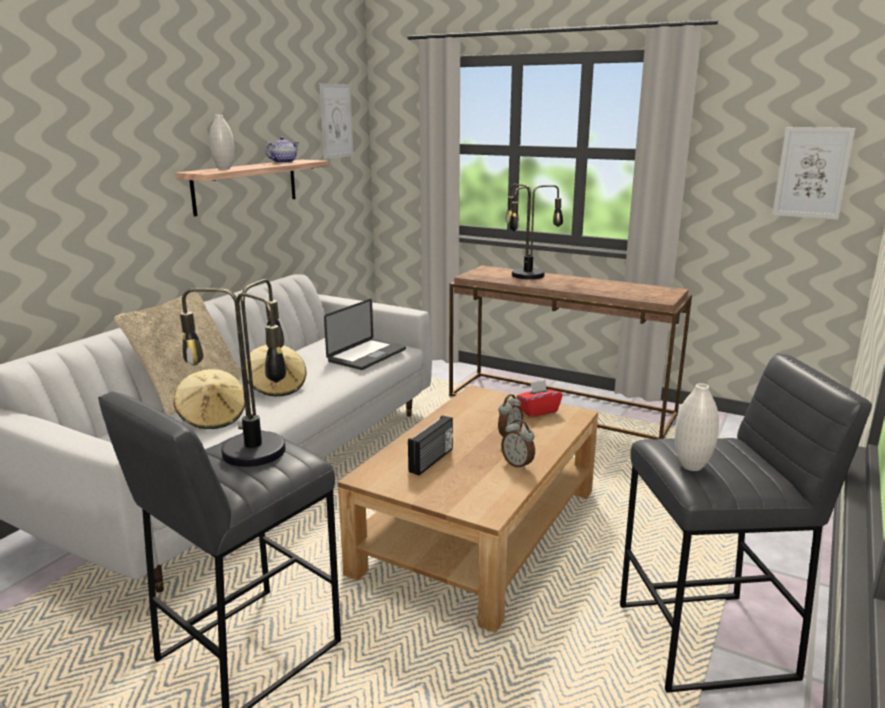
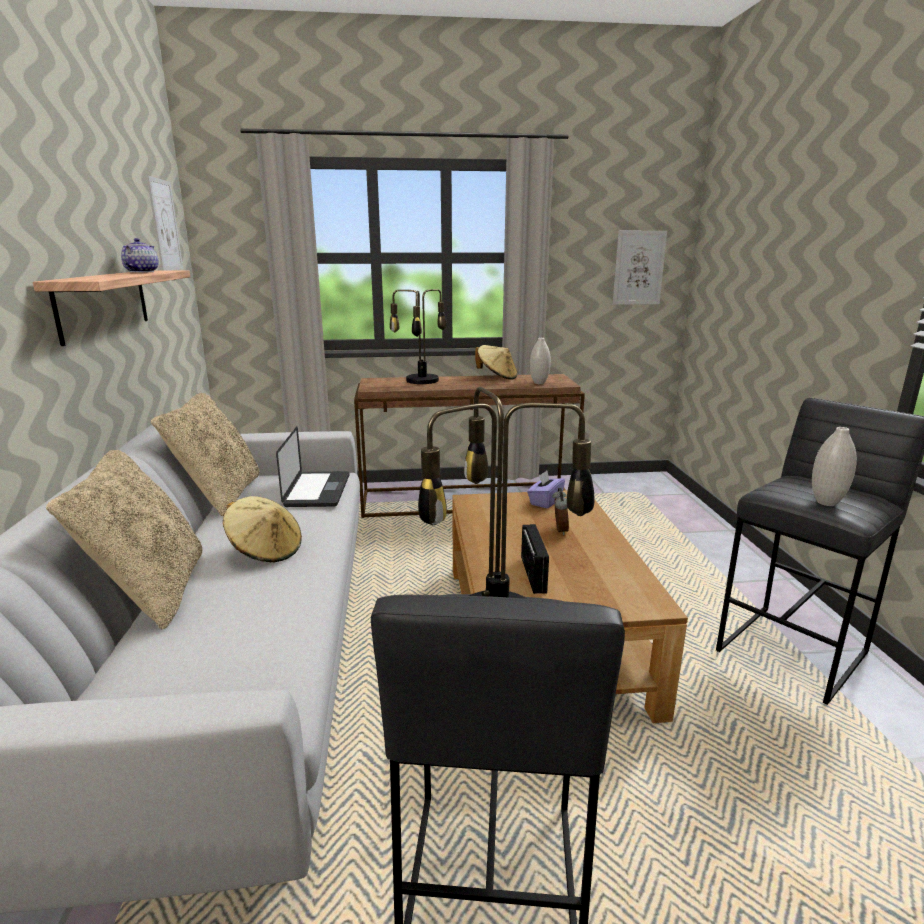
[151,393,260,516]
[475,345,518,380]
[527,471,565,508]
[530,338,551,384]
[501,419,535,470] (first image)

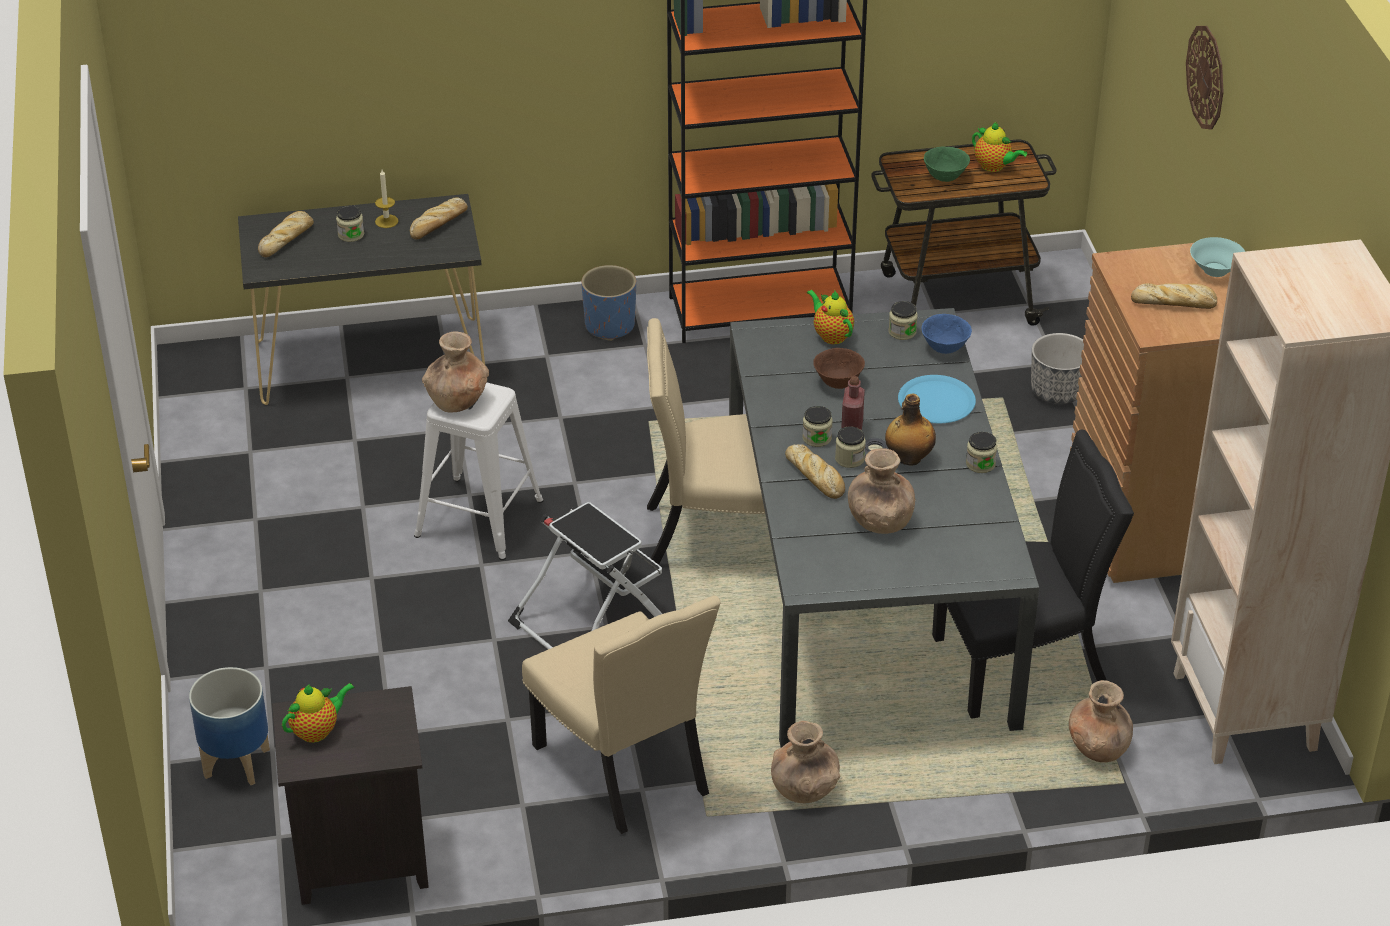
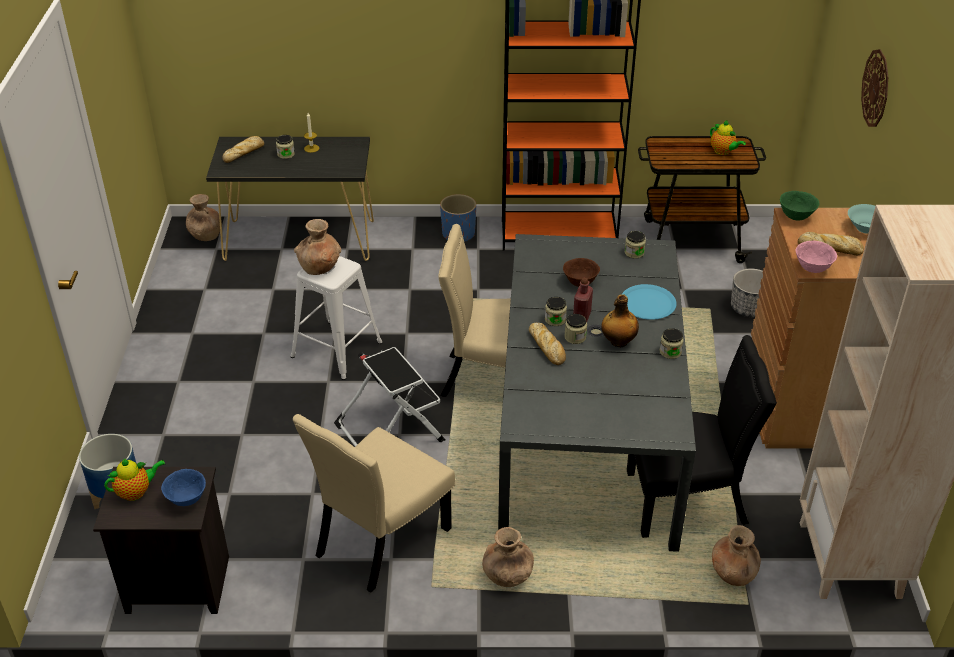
[161,469,206,506]
[186,194,220,241]
[293,414,455,593]
[780,191,820,221]
[795,241,837,273]
[410,197,468,240] (first image)
[807,290,854,344] (first image)

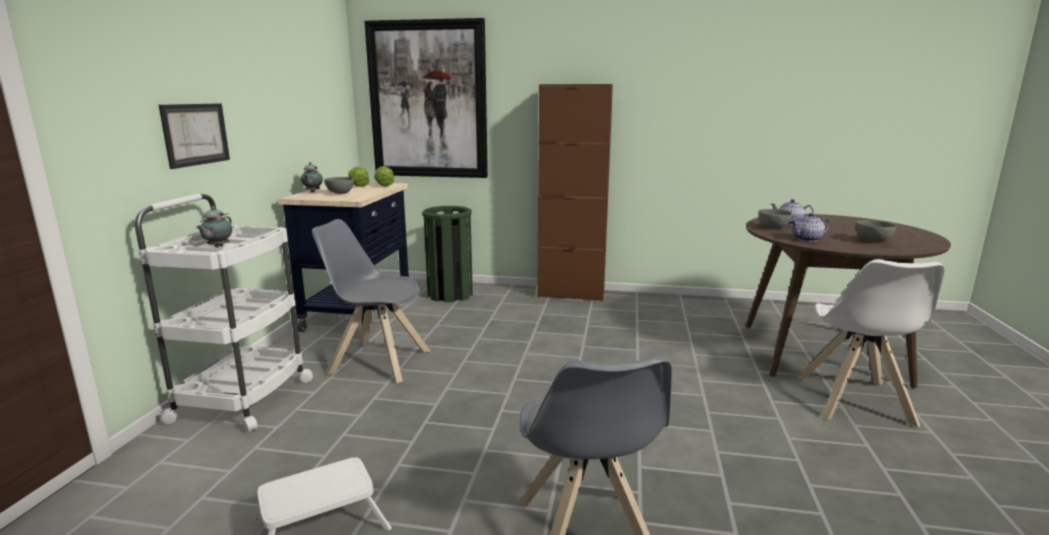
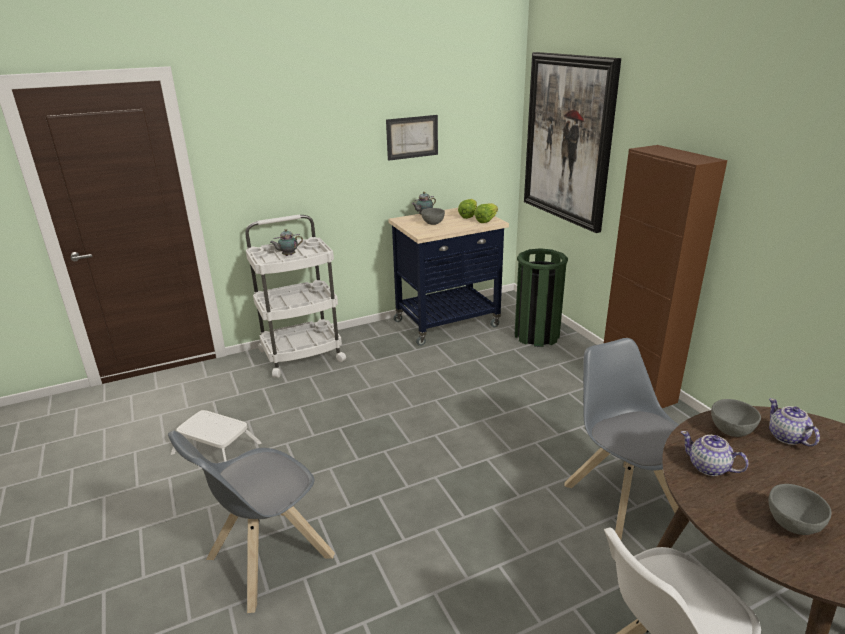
[386,115,438,161]
[564,338,679,540]

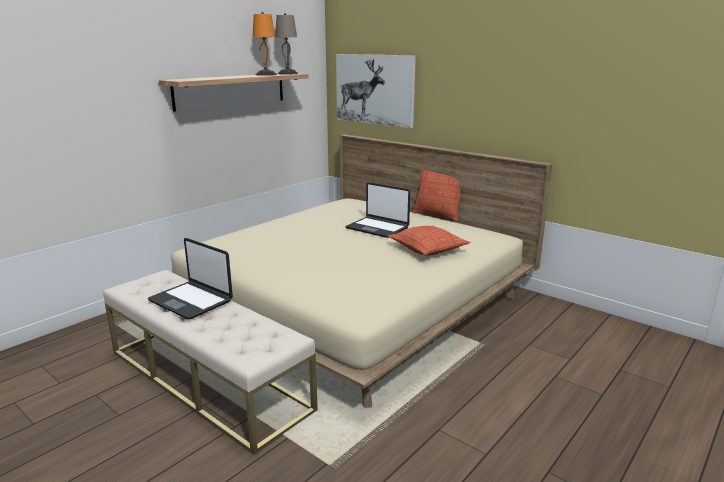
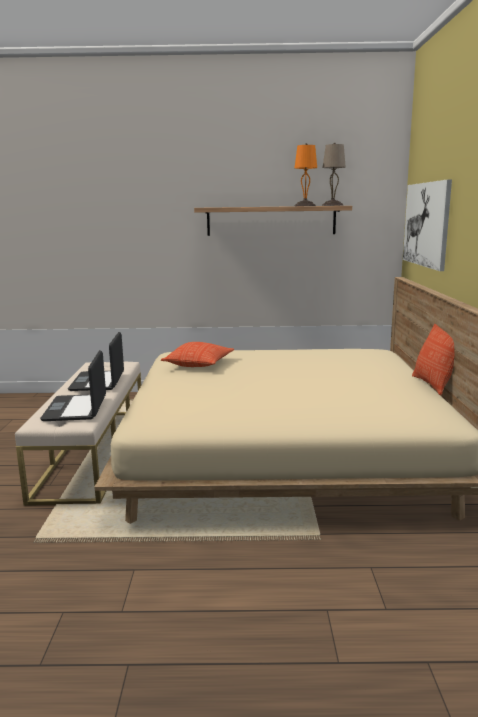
[40,350,106,421]
[161,342,234,367]

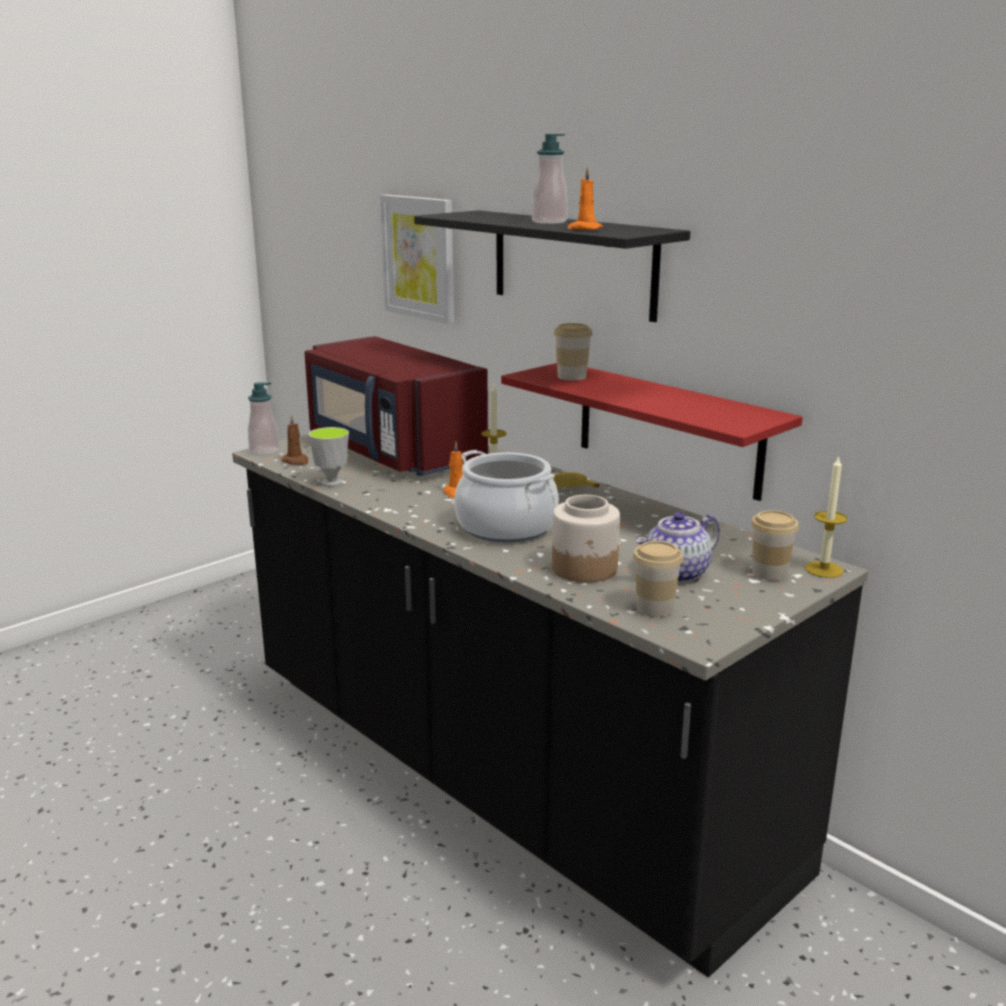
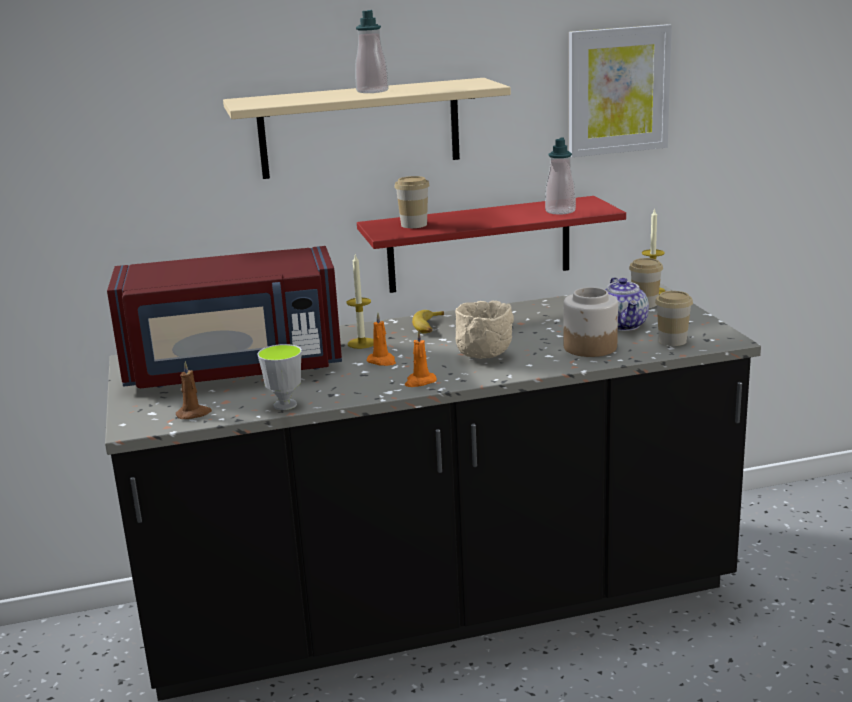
[223,78,511,179]
[405,330,437,387]
[455,301,514,359]
[545,137,576,215]
[569,24,672,157]

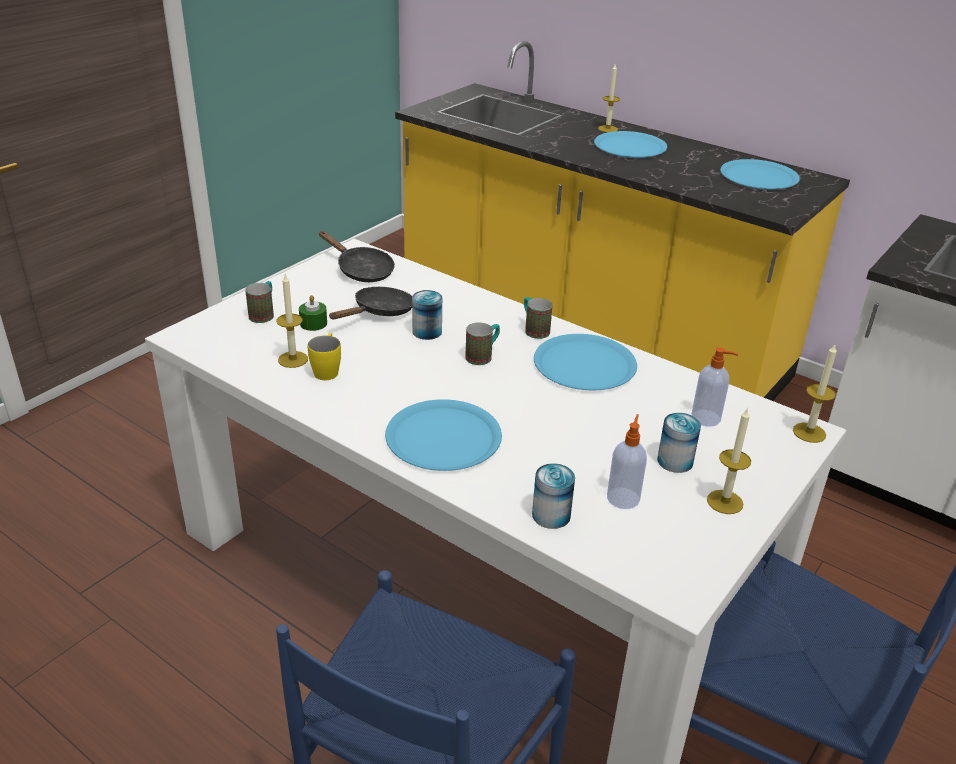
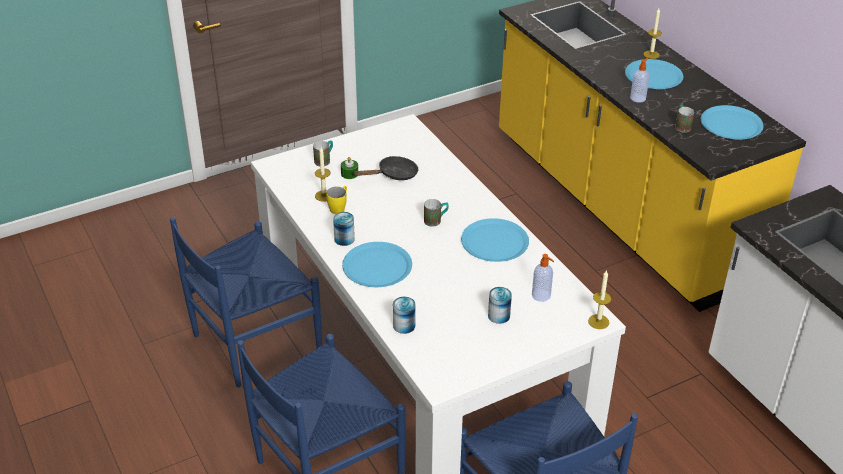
[170,217,322,387]
[333,212,355,246]
[630,57,649,103]
[675,105,694,133]
[319,231,395,282] (first image)
[707,407,751,514] (first image)

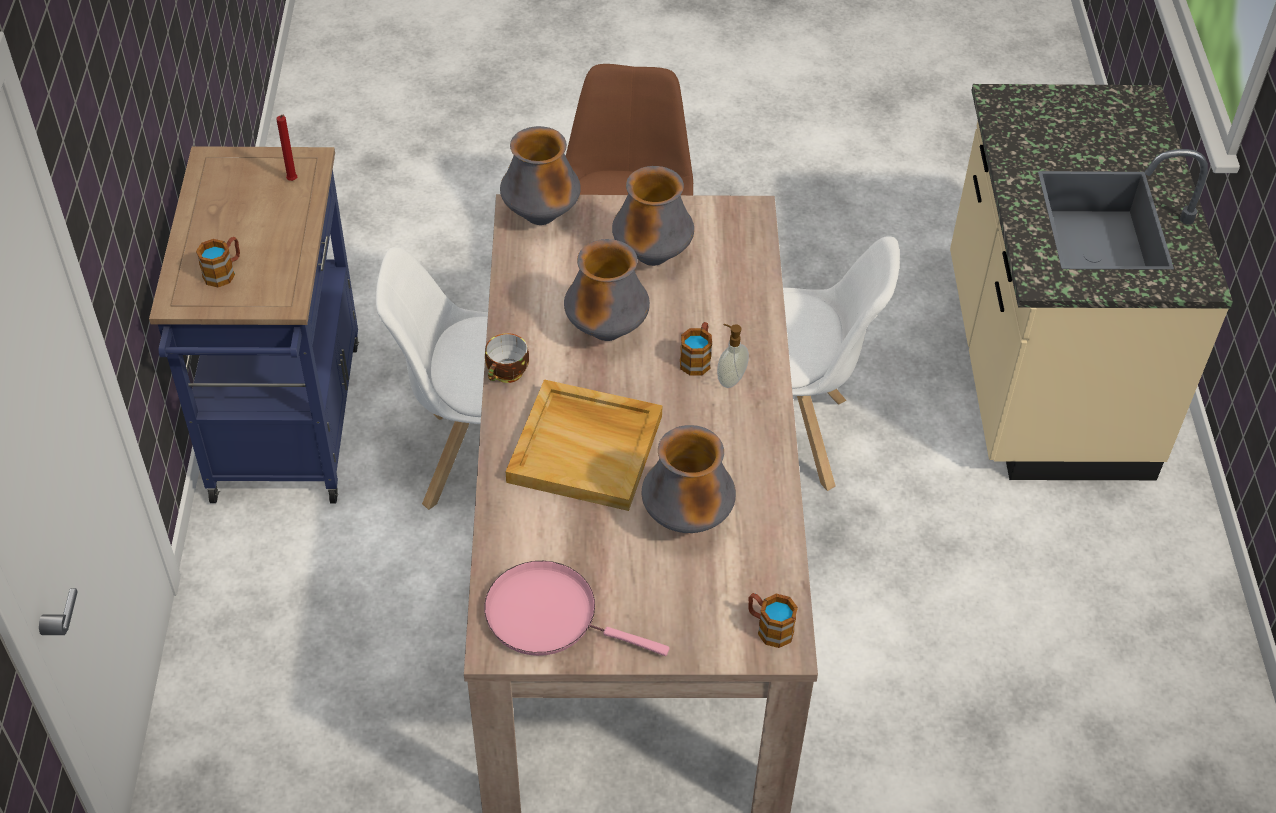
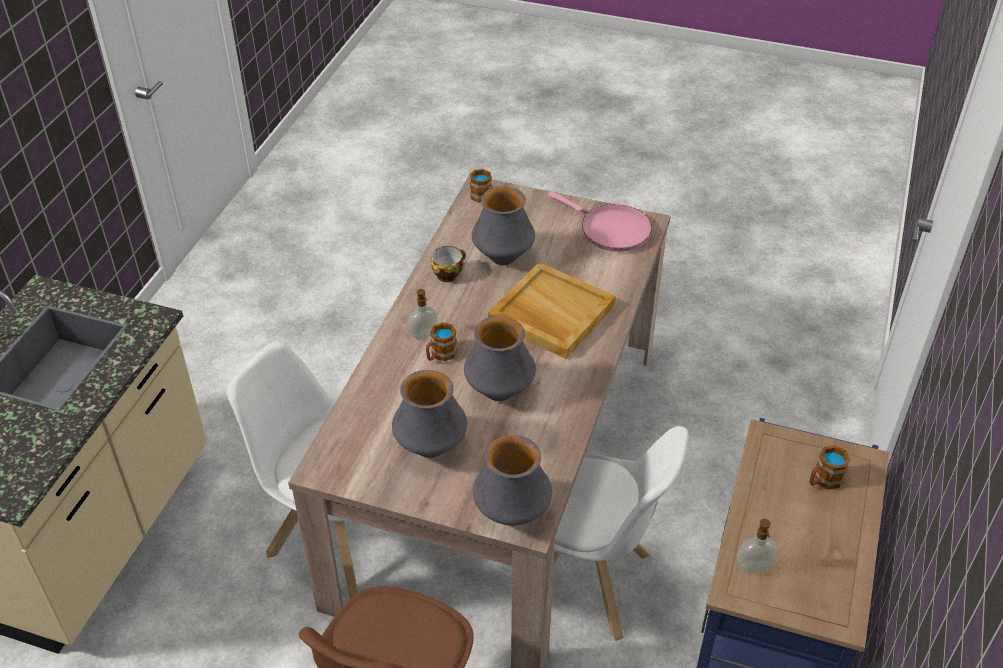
[431,246,466,282]
[737,519,777,573]

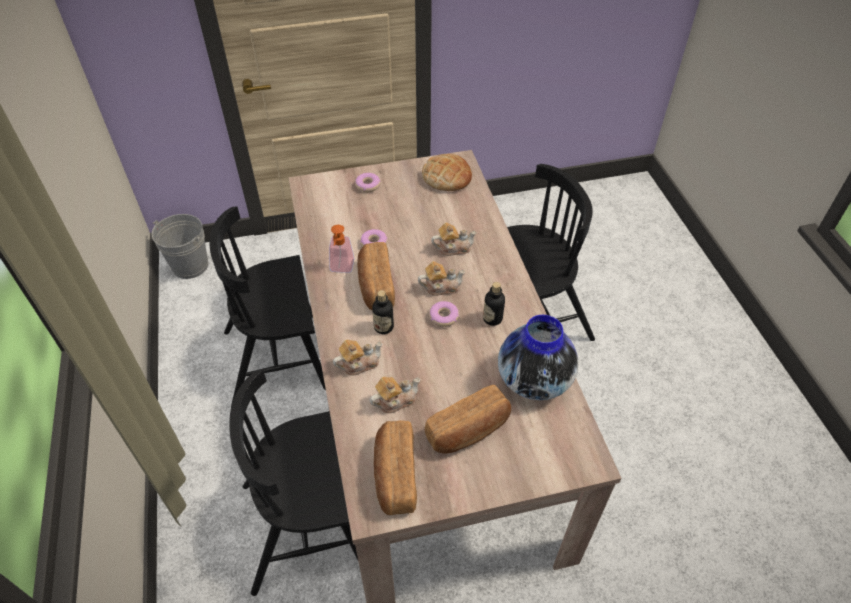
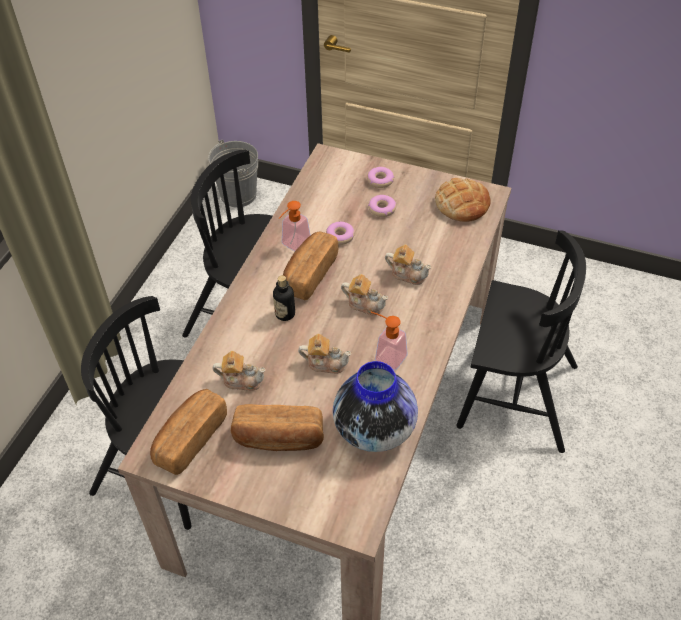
[298,334,352,374]
[368,195,396,217]
[371,312,408,370]

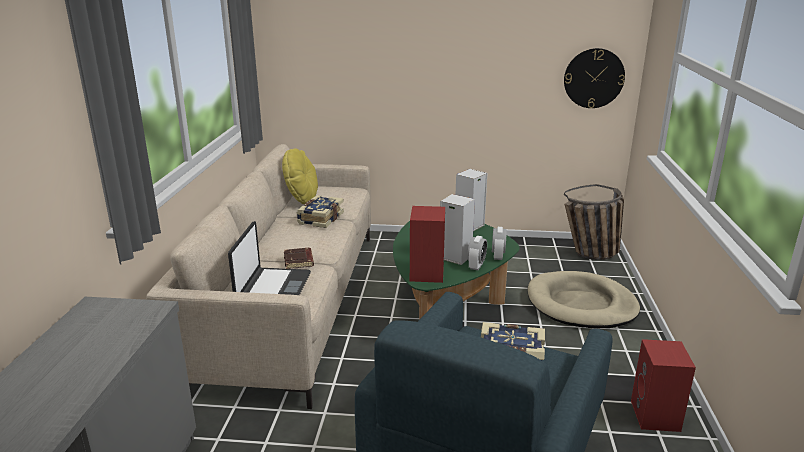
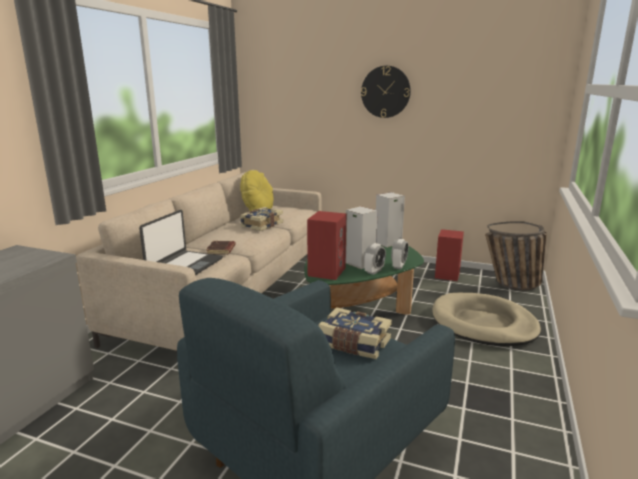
[361,66,411,118]
[435,229,464,281]

